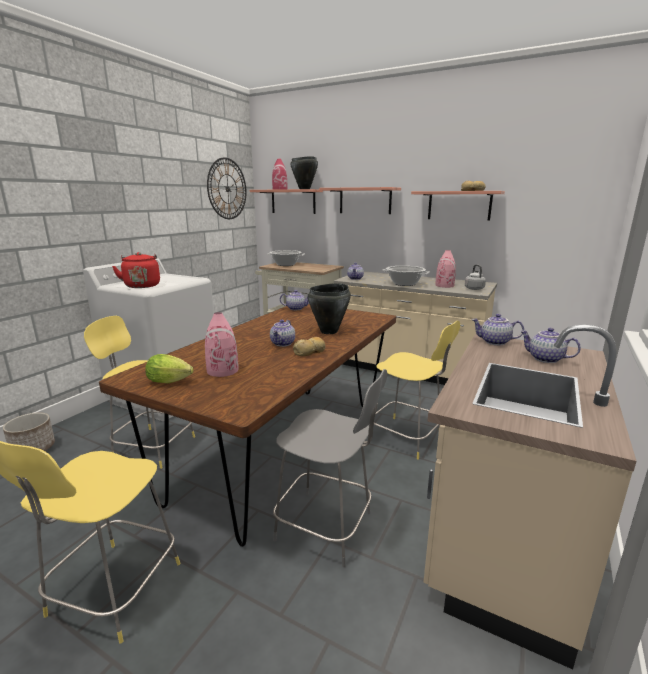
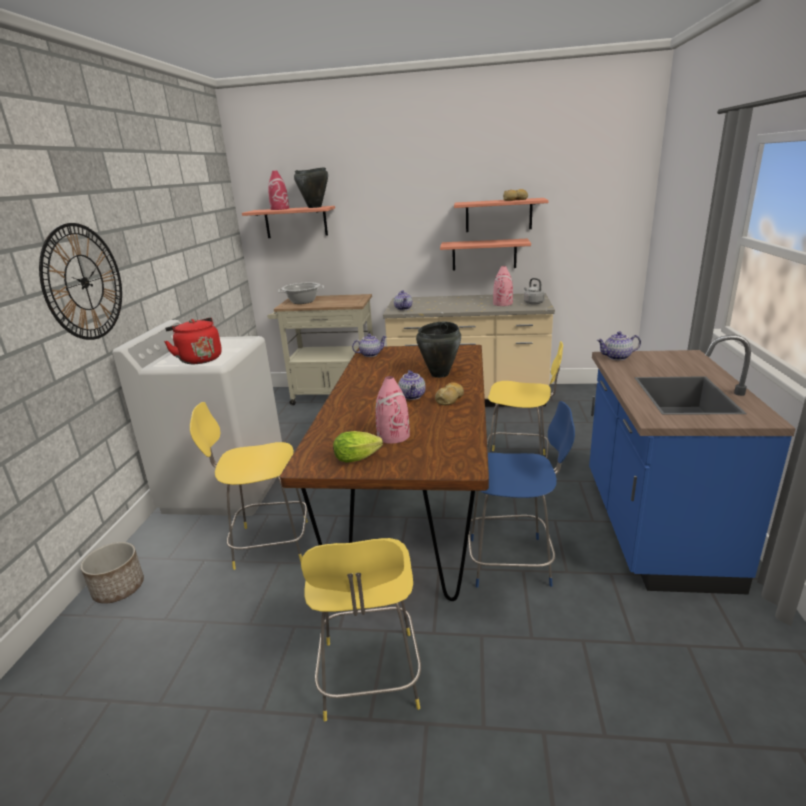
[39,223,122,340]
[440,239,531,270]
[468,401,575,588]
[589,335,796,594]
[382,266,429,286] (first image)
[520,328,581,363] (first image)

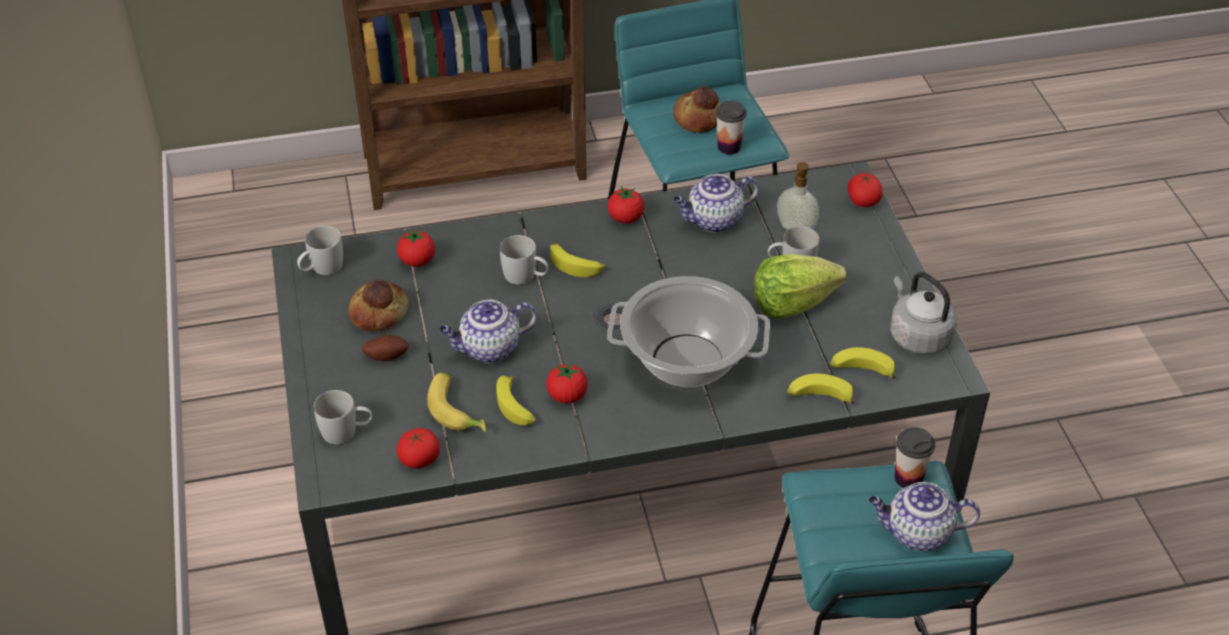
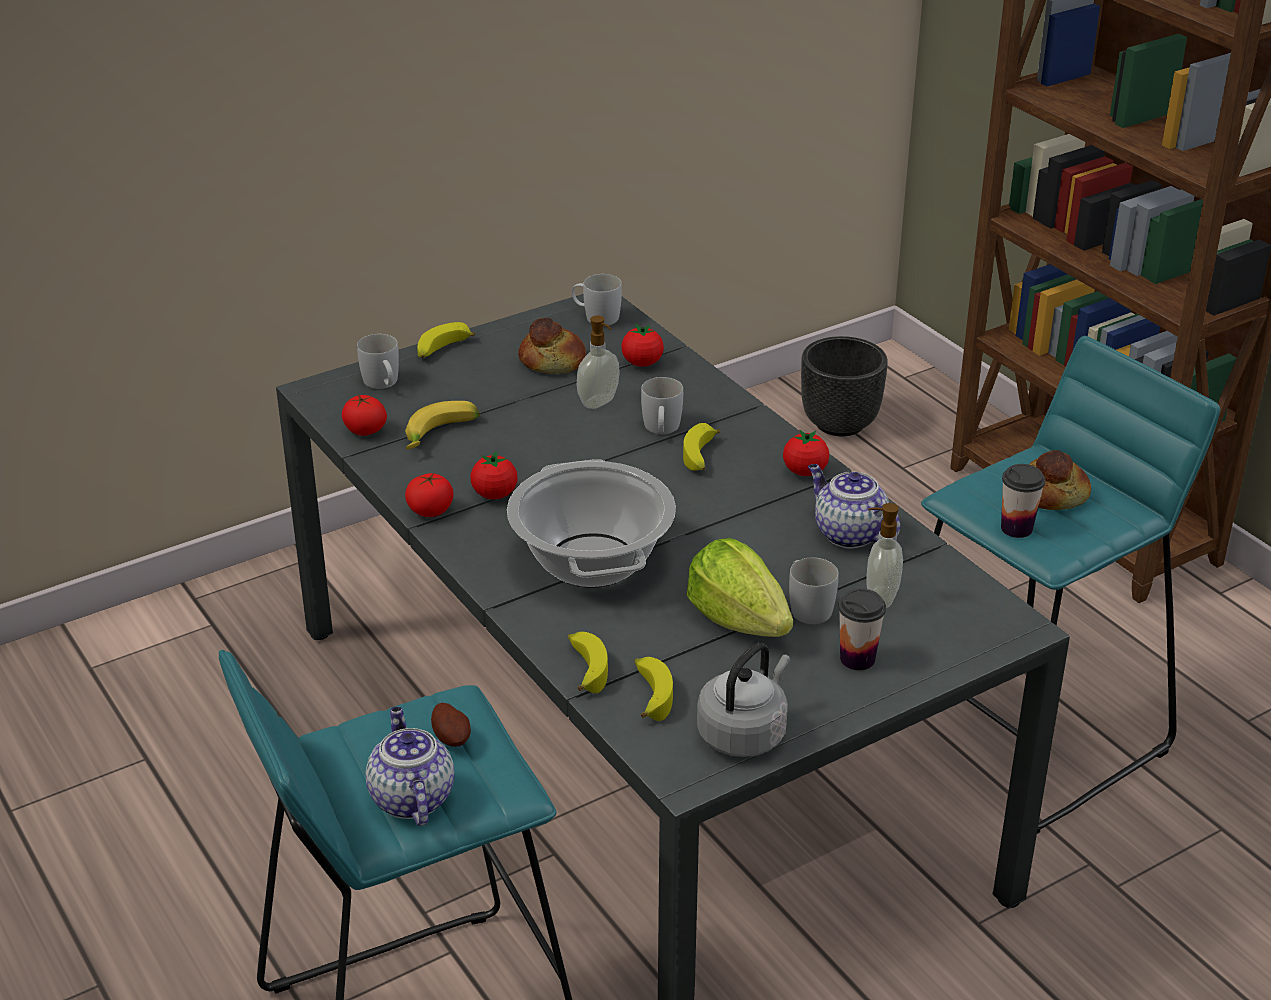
[405,472,454,517]
[417,322,475,358]
[431,703,471,747]
[577,315,620,409]
[801,336,888,437]
[838,589,886,670]
[439,300,537,363] (first image)

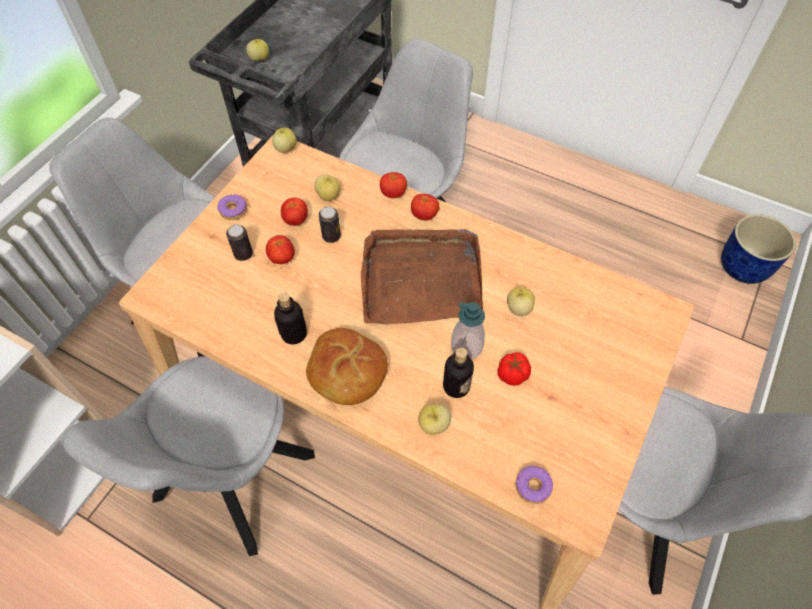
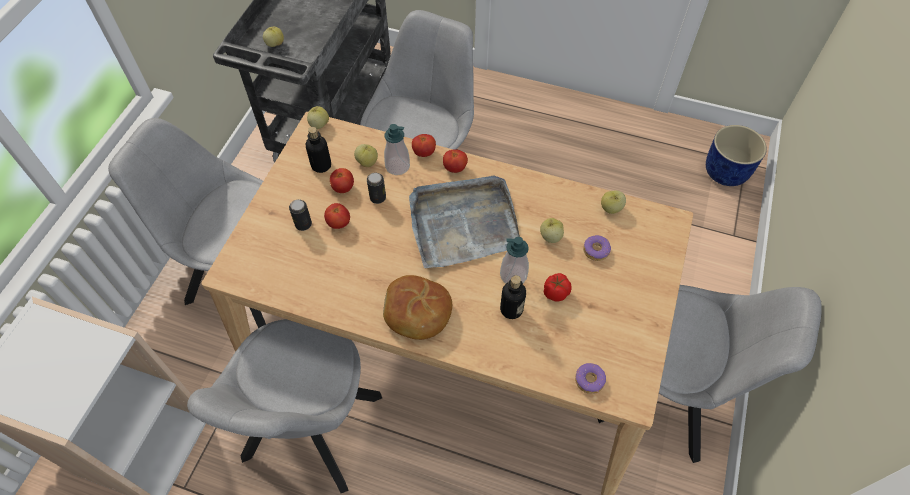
[306,127,331,173]
[384,124,410,175]
[409,176,520,268]
[583,235,611,261]
[601,190,626,214]

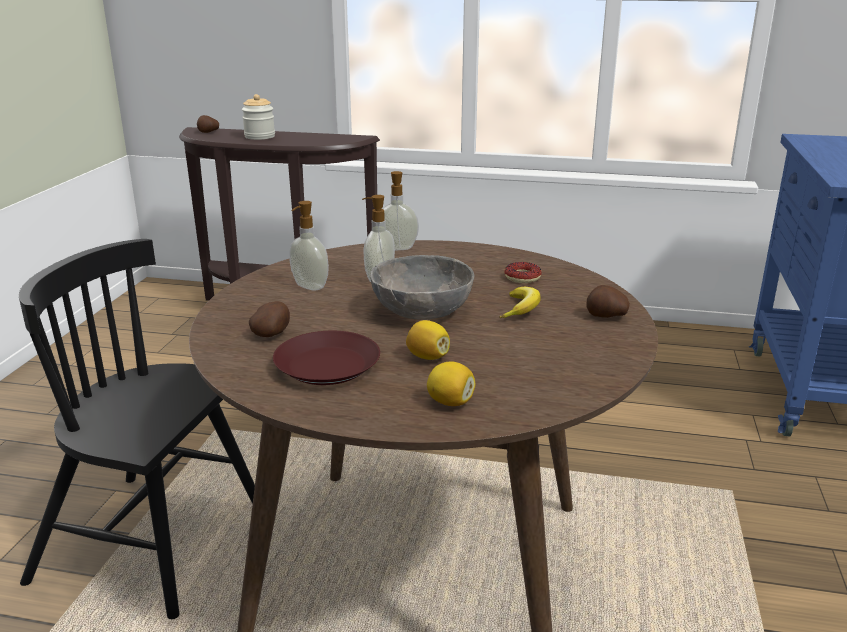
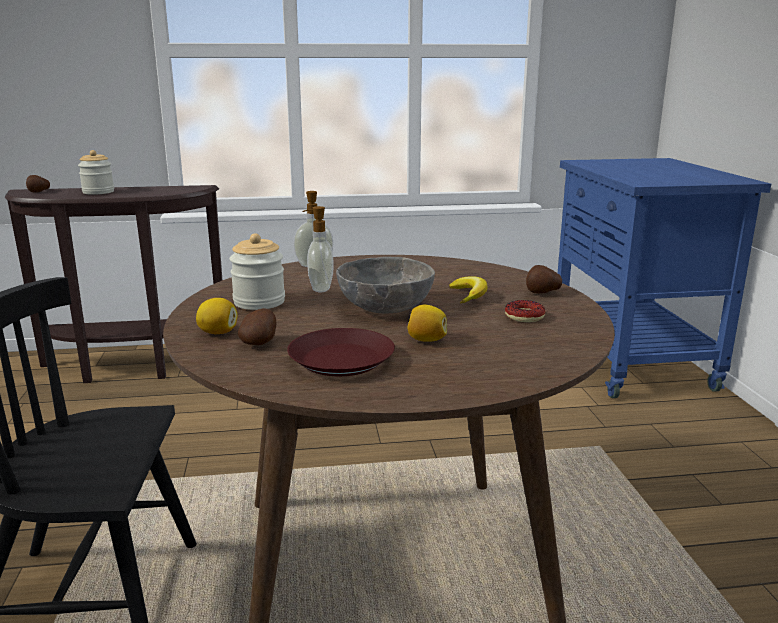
[196,298,238,334]
[230,233,285,310]
[505,300,545,322]

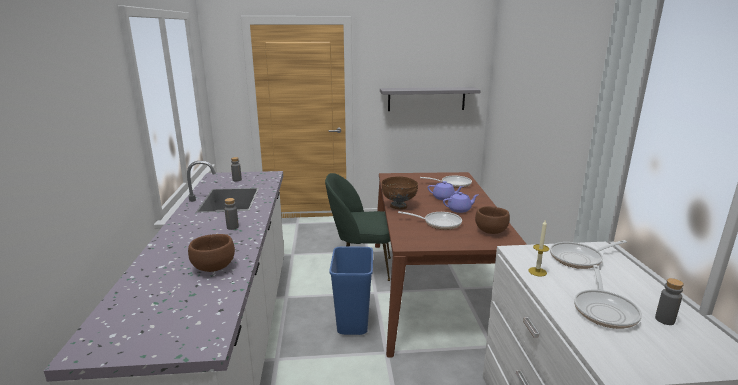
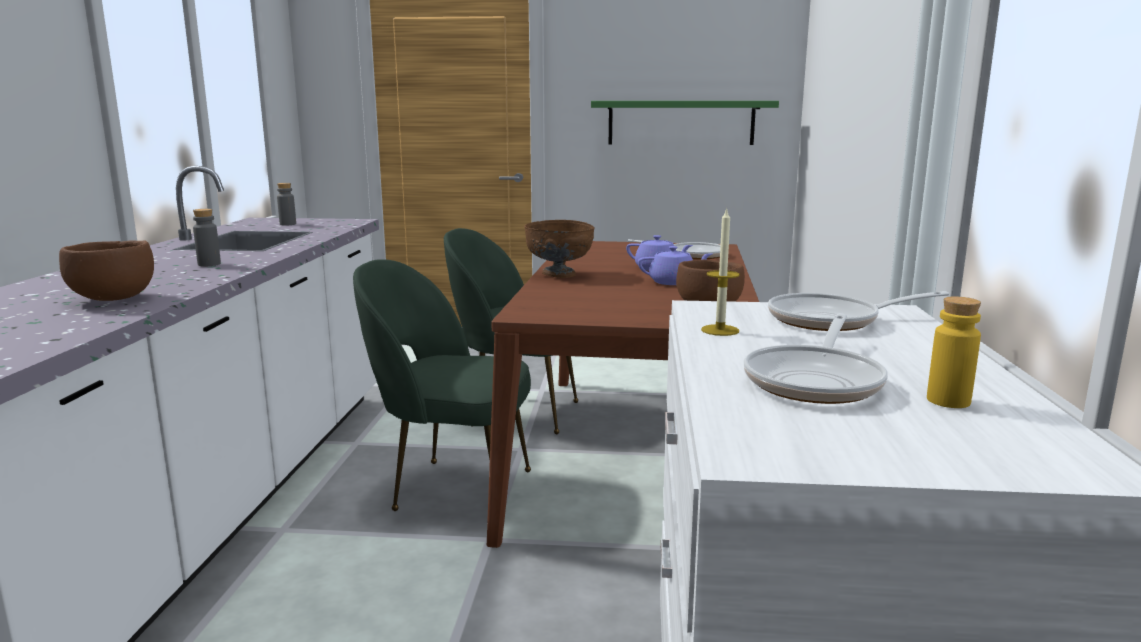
[353,259,531,511]
[591,101,779,145]
[927,297,981,408]
[398,211,462,230] (first image)

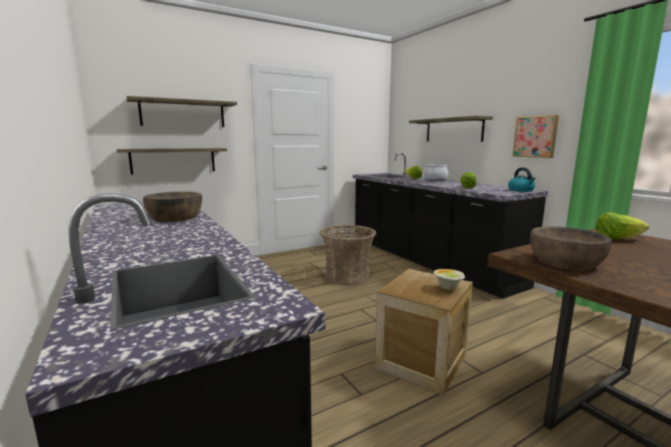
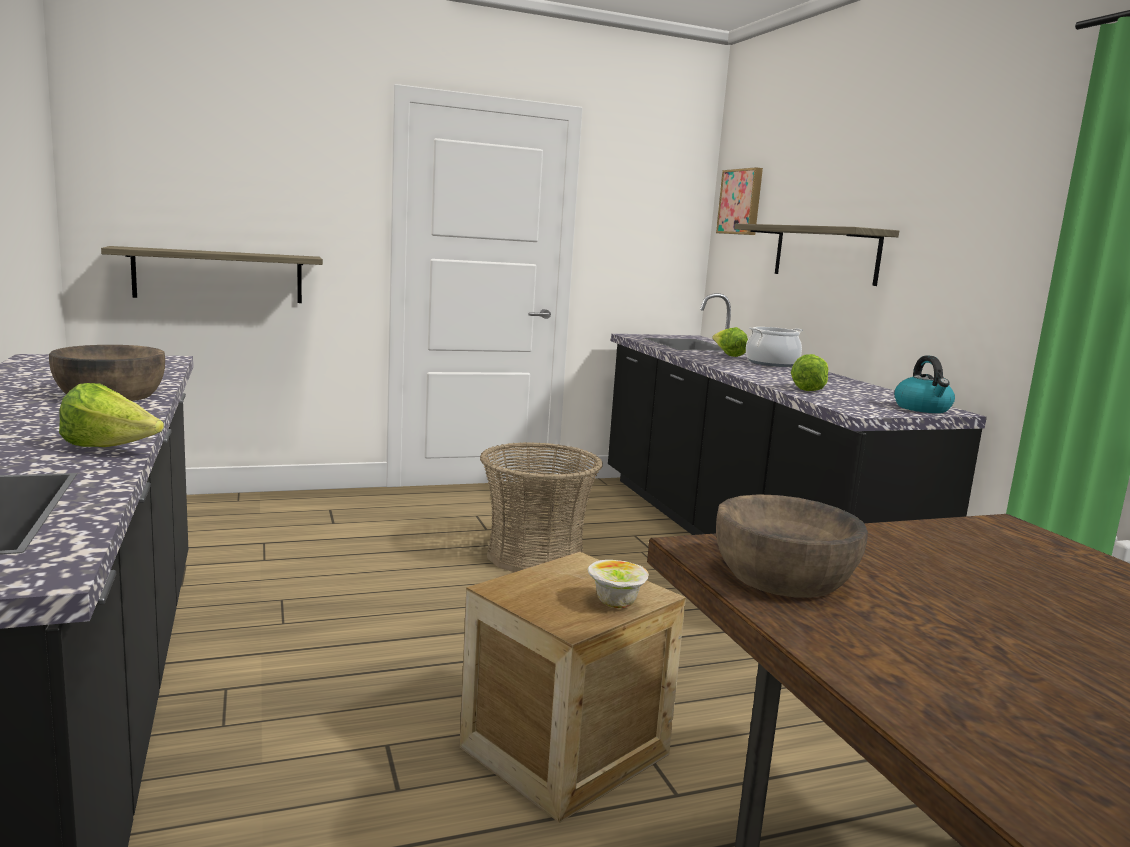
[59,383,164,447]
[716,167,763,235]
[126,96,237,127] (first image)

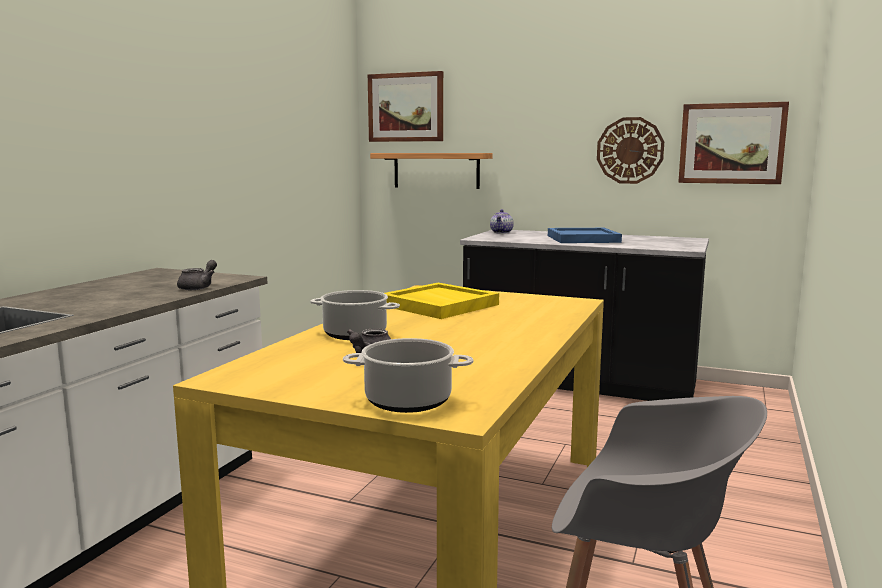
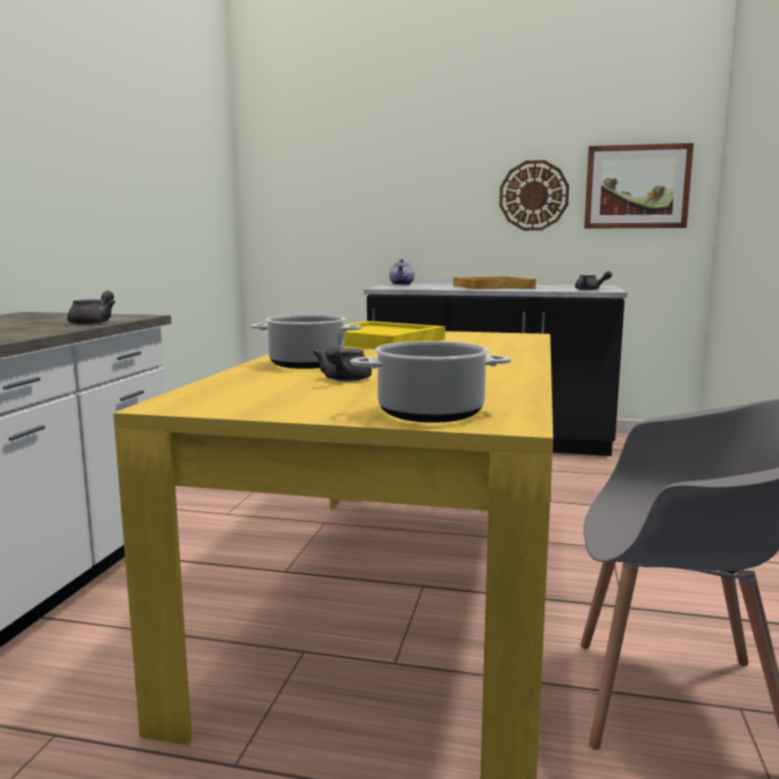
[453,277,536,289]
[575,271,612,290]
[368,71,443,142] (first image)
[370,153,493,189] (first image)

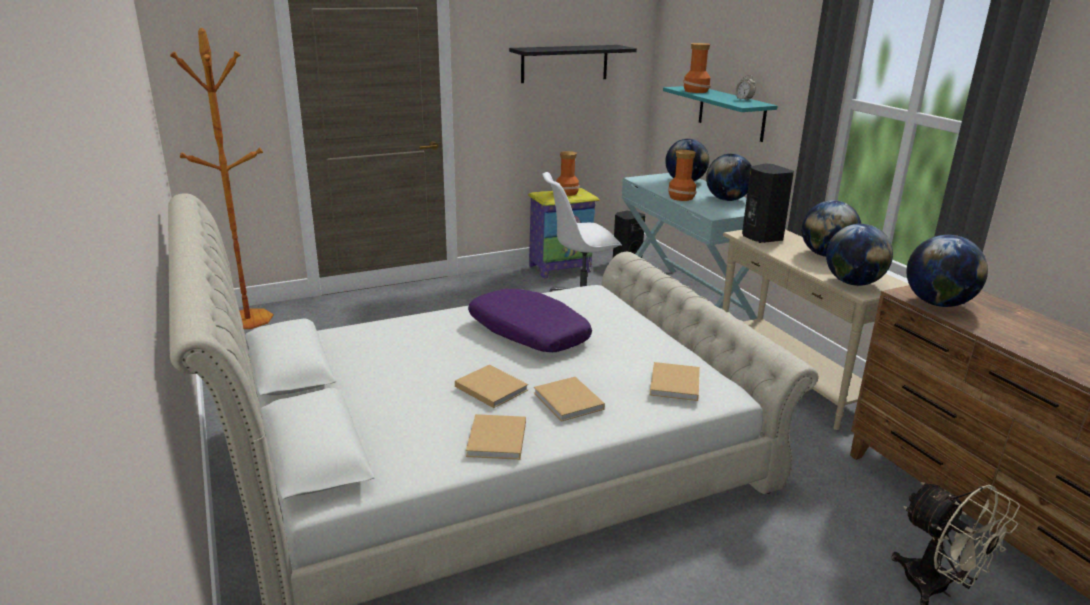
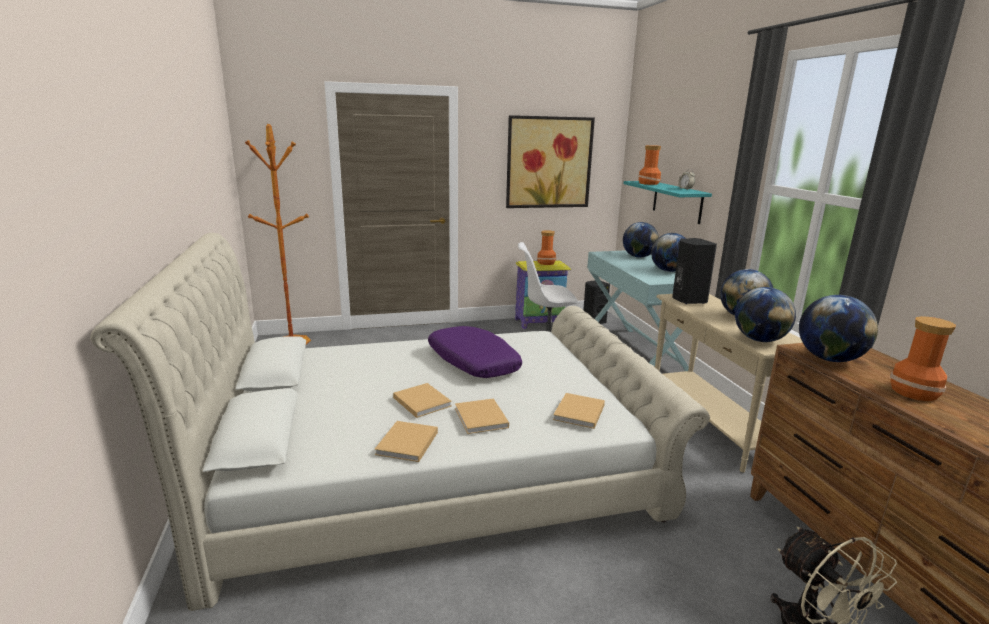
[506,115,595,208]
[890,316,956,401]

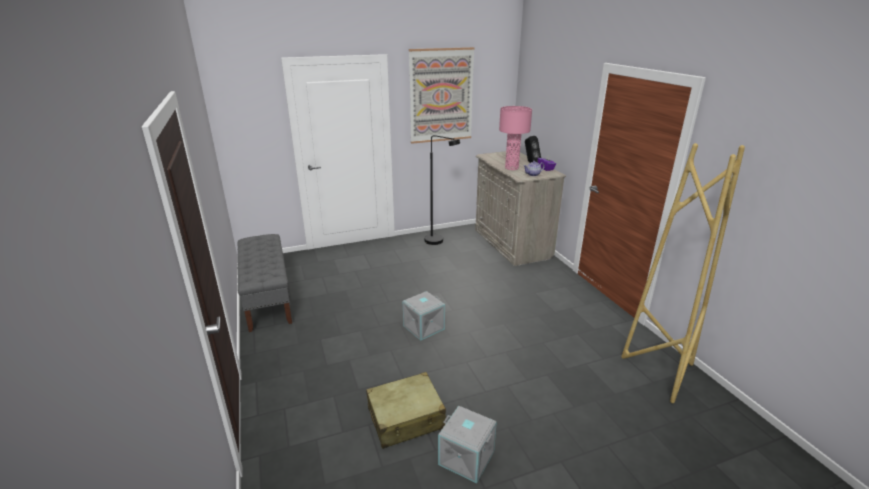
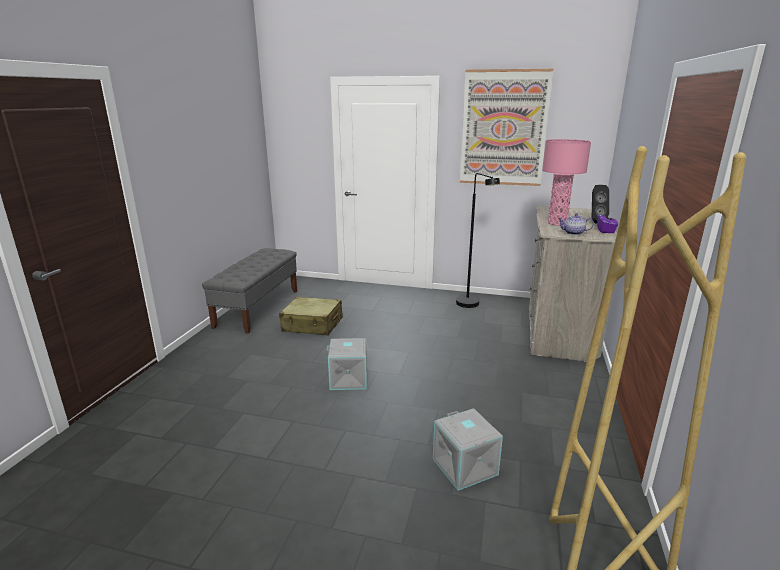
[279,297,343,335]
[433,408,503,491]

